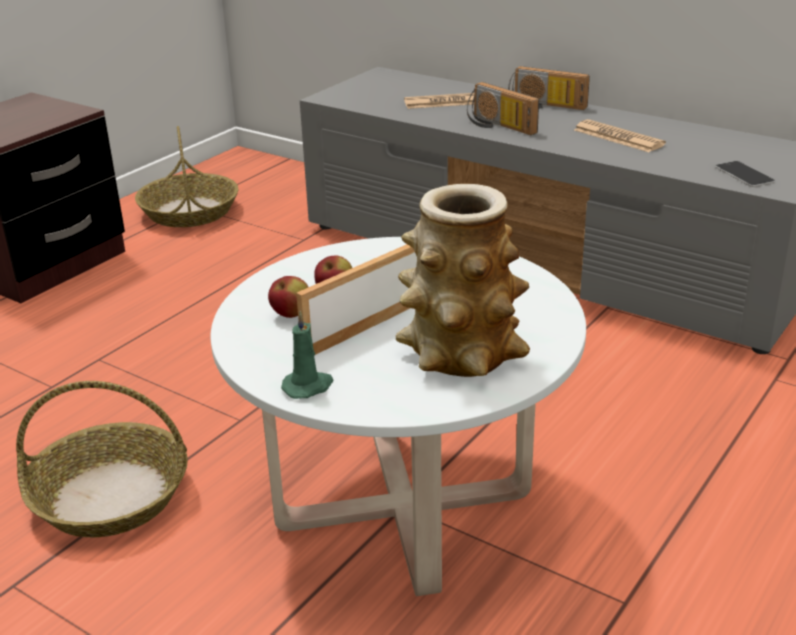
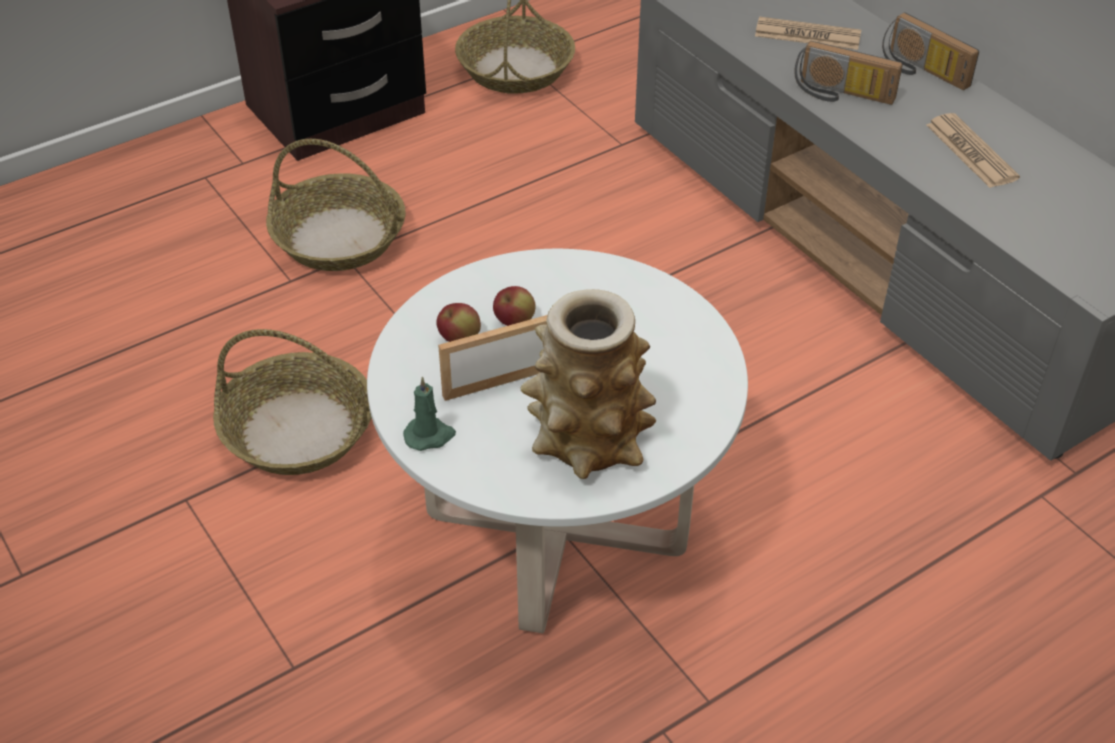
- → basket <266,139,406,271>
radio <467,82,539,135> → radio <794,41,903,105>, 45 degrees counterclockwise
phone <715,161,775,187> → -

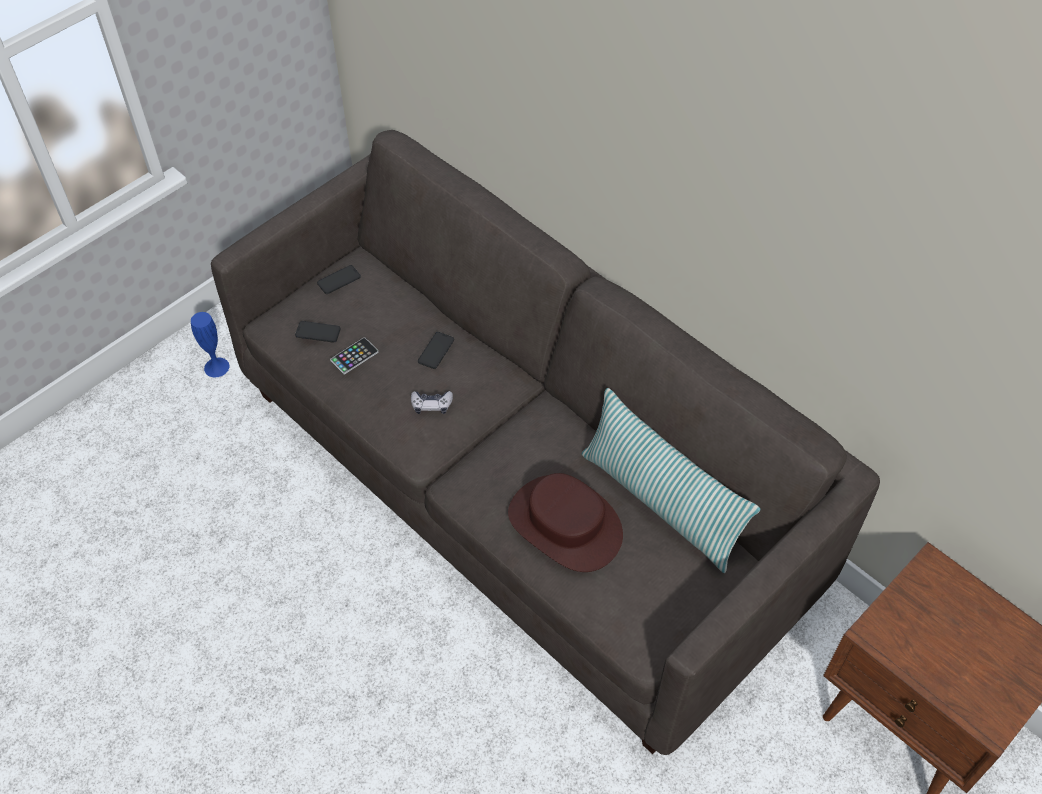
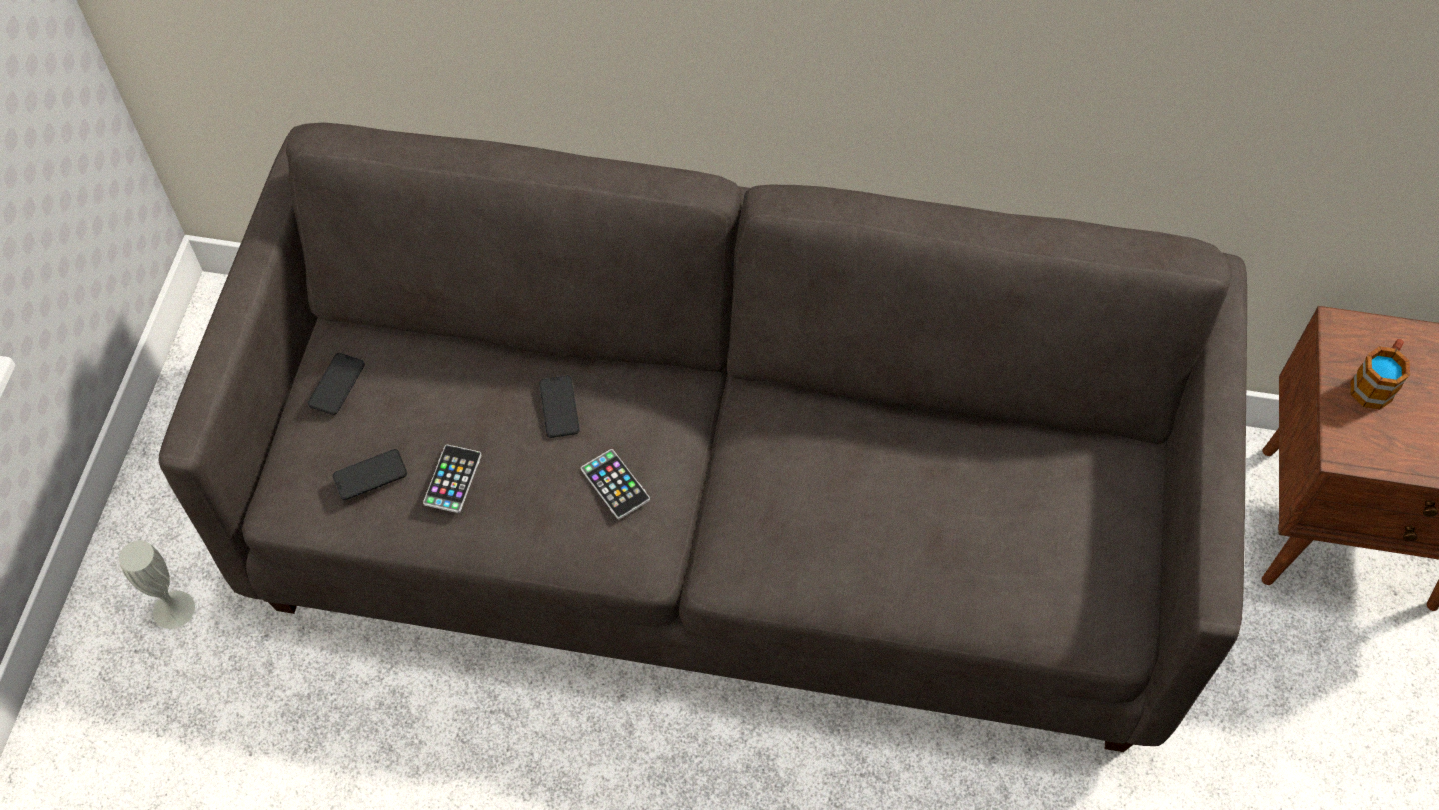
vase/blue <191,312,230,377> → vase/white <119,540,195,629>
game controller <411,391,453,414> → phone <581,449,650,519>
- → mug <1351,339,1410,409>
hat/brown <508,473,623,572> → -
pillow <582,388,761,573> → -

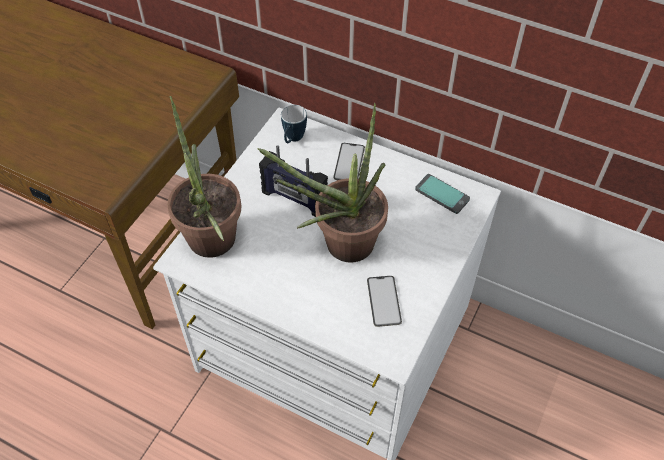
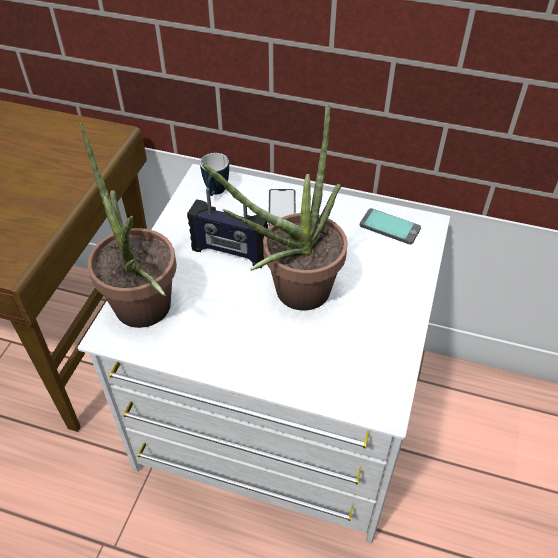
phone <367,276,402,327> → -

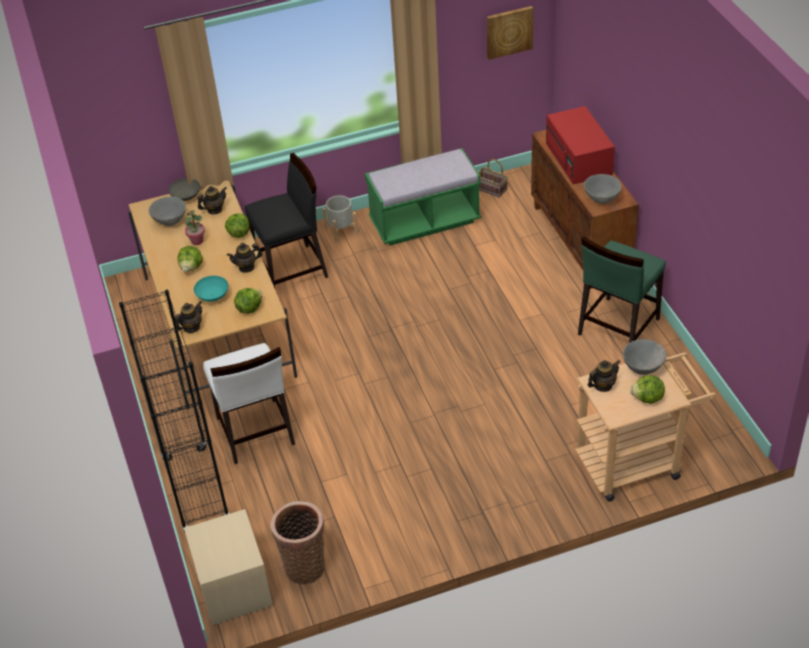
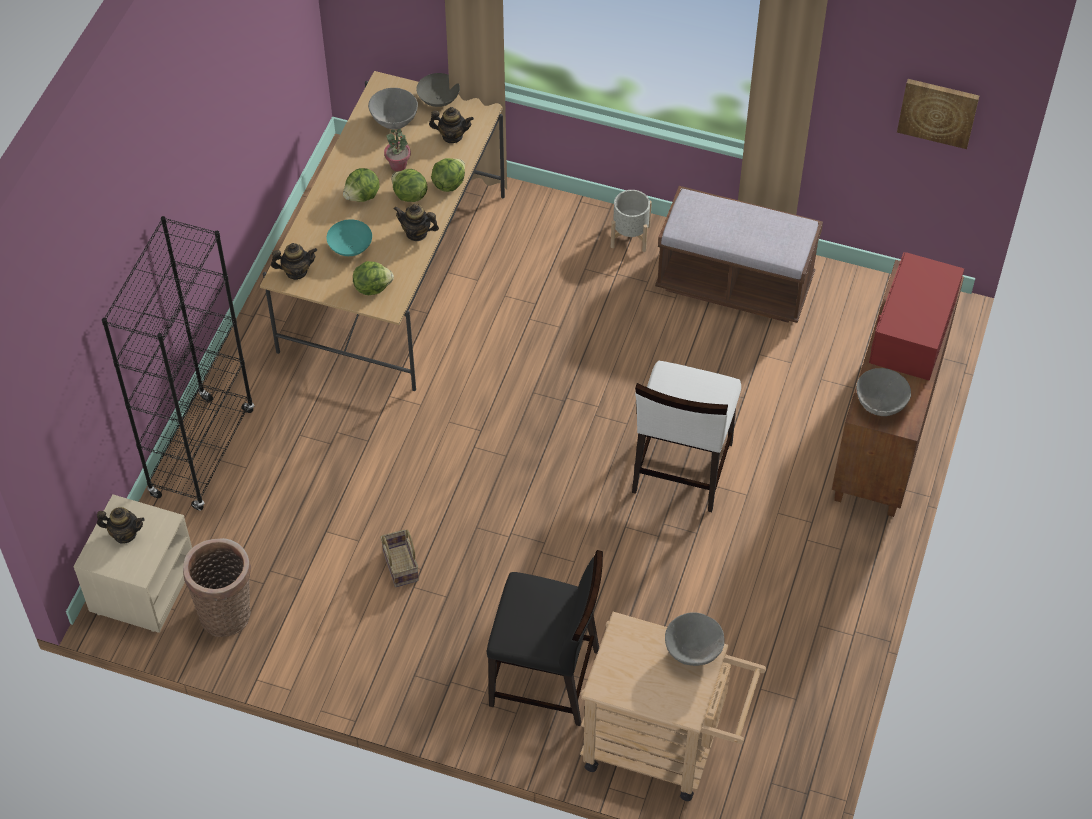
teapot <587,360,621,392> → teapot <97,507,145,544>, moved
basket <478,159,508,198> → basket <380,530,419,587>, moved
lettuce <630,375,665,404> → lettuce <392,169,428,202>, moved
chair/black <245,153,328,288> → chair/black <487,550,603,726>, moved
chair/white <203,343,295,464> → chair/white <632,361,741,512>, moved
bench/green <365,148,481,246> → bench/brown <655,186,823,323>
chair/green <578,236,666,343> → -

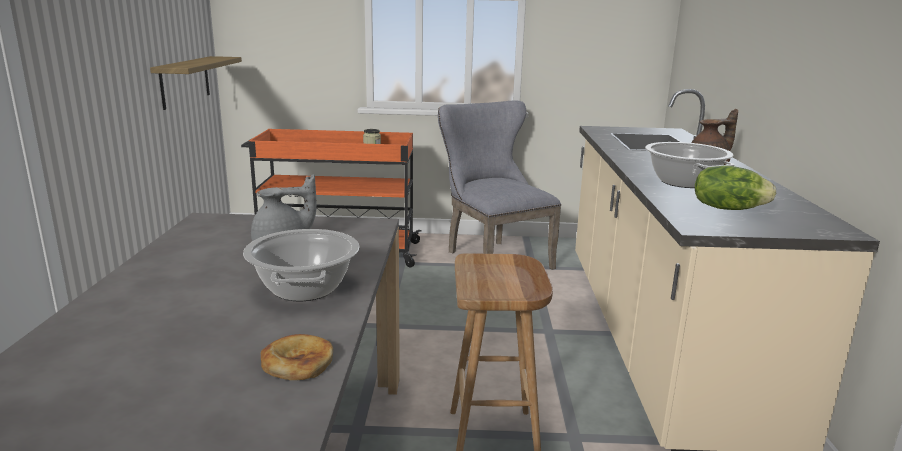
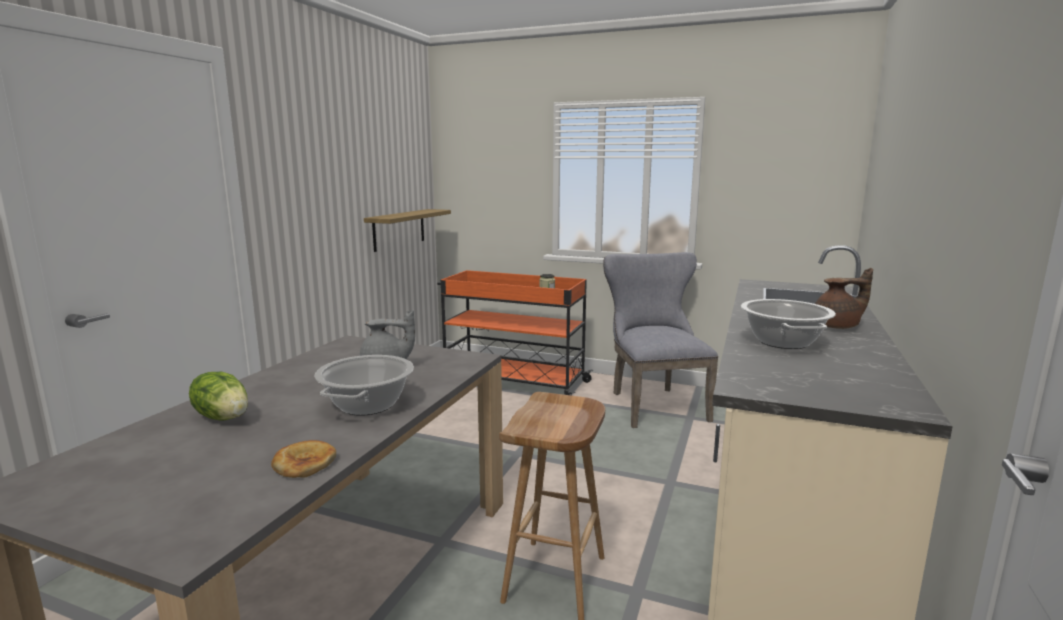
lettuce <695,166,776,210> → lettuce <189,372,248,420>, moved

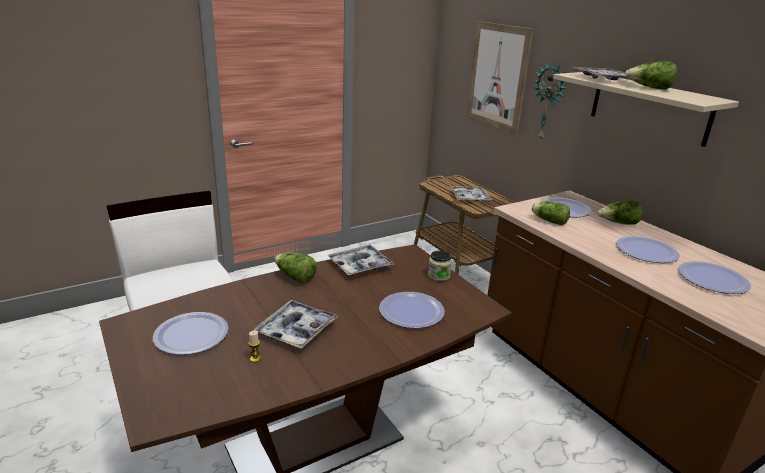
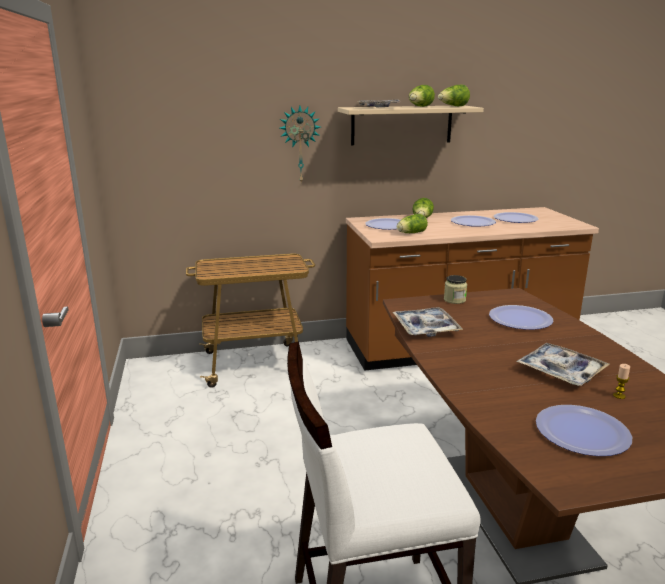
lettuce <274,252,317,283> → lettuce <438,85,470,106>, moved
tray <450,186,492,201> → -
picture <467,21,533,135> → -

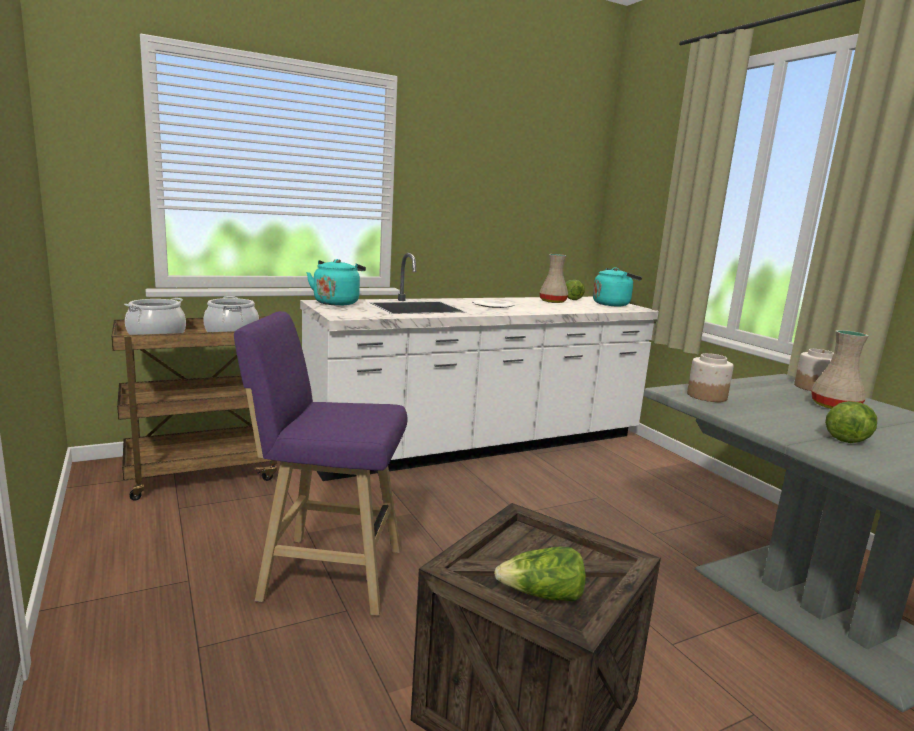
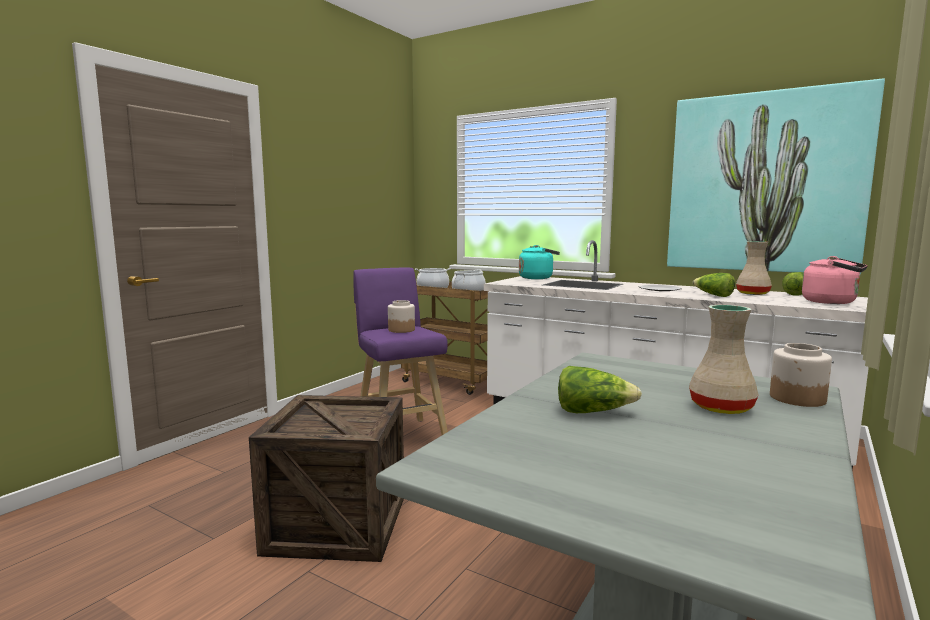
jar <687,353,734,402> → jar <388,300,415,333>, moved
- → picture <667,79,885,275>
lettuce <494,546,586,602> → lettuce <693,273,735,297>, moved
kettle/turquoise <593,267,642,306> → kettle/pink <802,256,867,304>

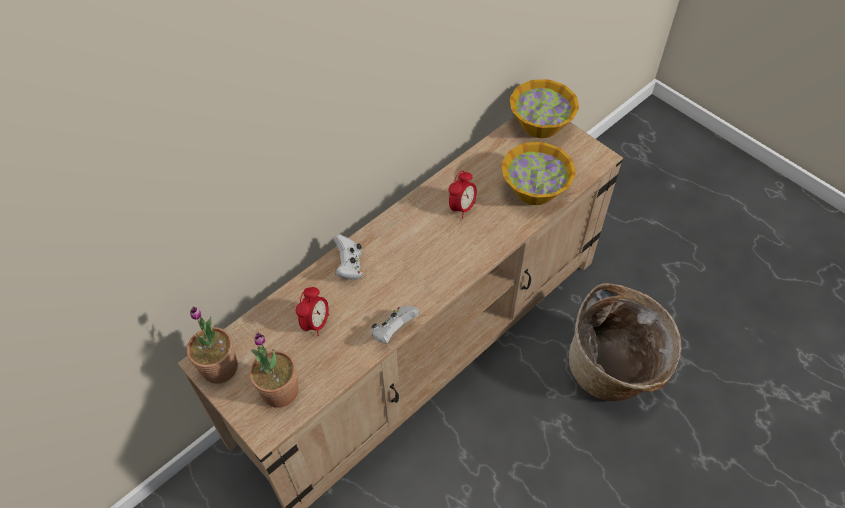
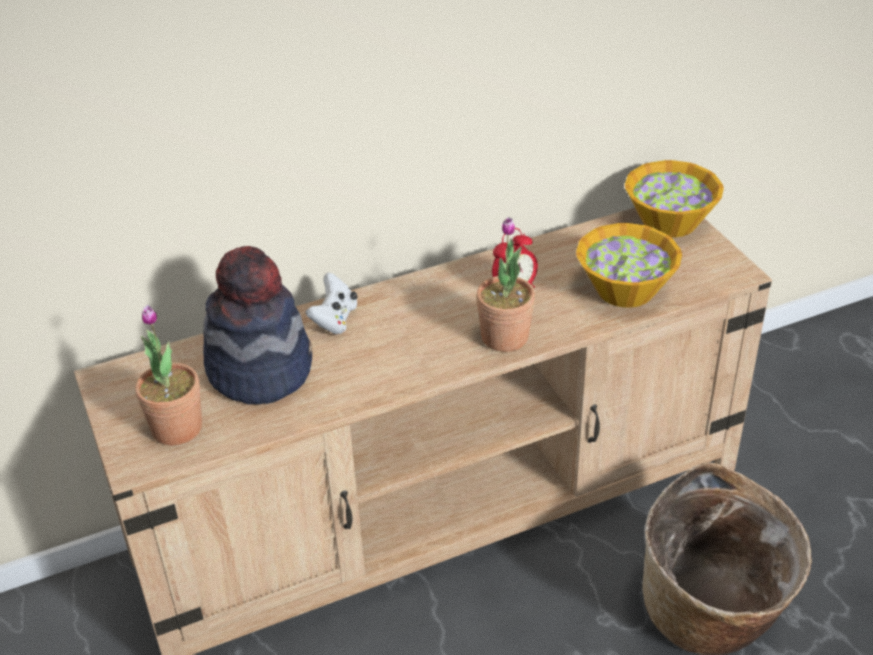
alarm clock <296,287,329,336> → hat <203,246,312,405>
potted plant <187,307,238,384> → potted plant <476,217,535,352>, moved
game controller/white <371,306,420,344> → -

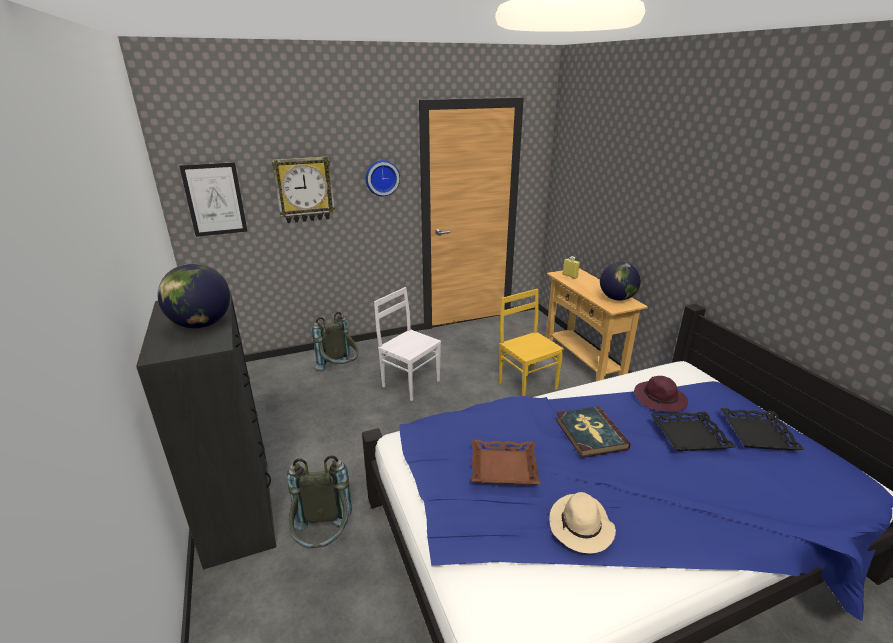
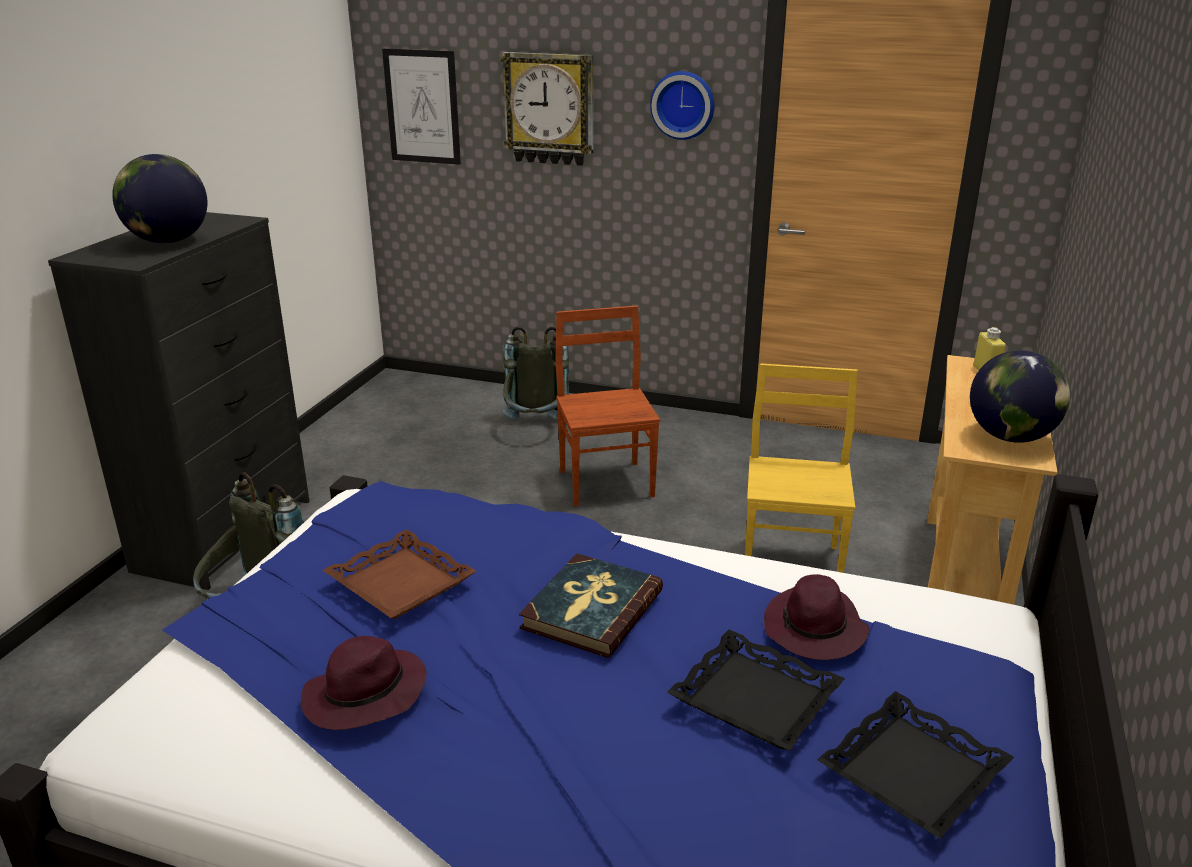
hat/beige <549,492,616,554> → hat/purple <301,636,426,730>
chair/white <374,287,441,401> → chair/brown <555,306,660,506>

